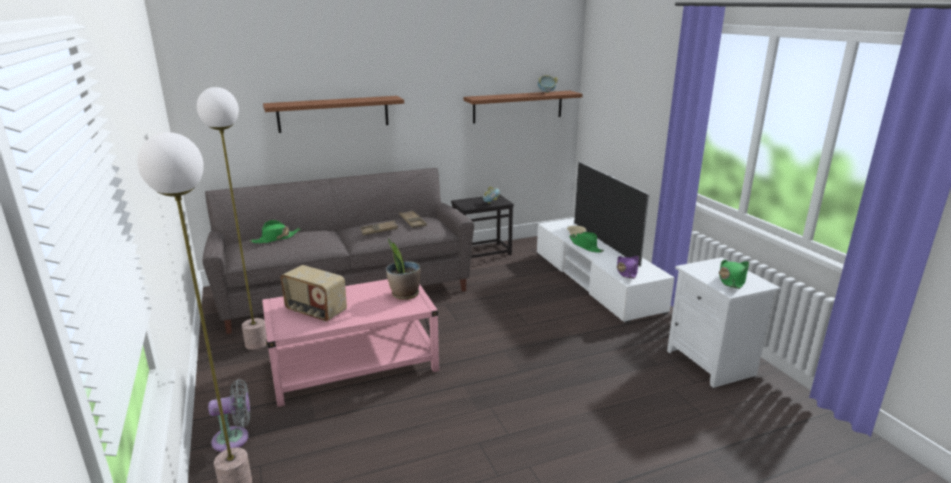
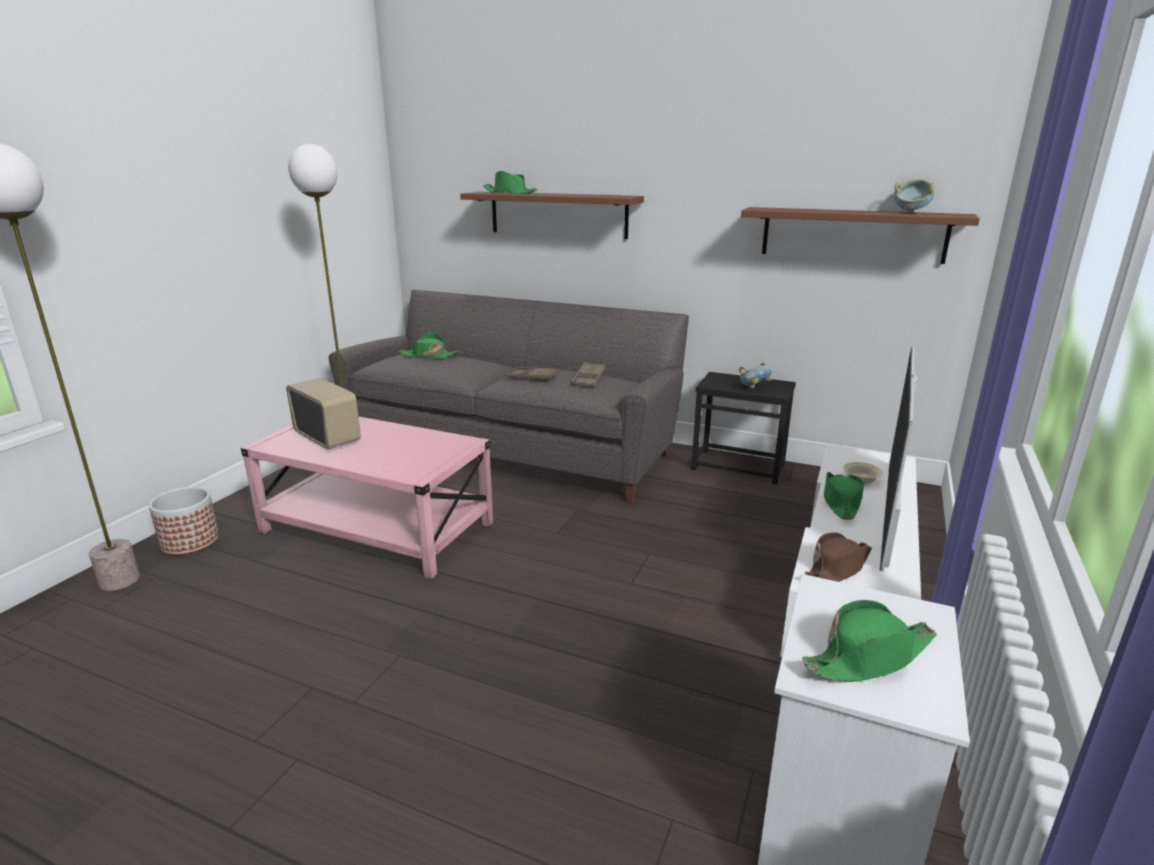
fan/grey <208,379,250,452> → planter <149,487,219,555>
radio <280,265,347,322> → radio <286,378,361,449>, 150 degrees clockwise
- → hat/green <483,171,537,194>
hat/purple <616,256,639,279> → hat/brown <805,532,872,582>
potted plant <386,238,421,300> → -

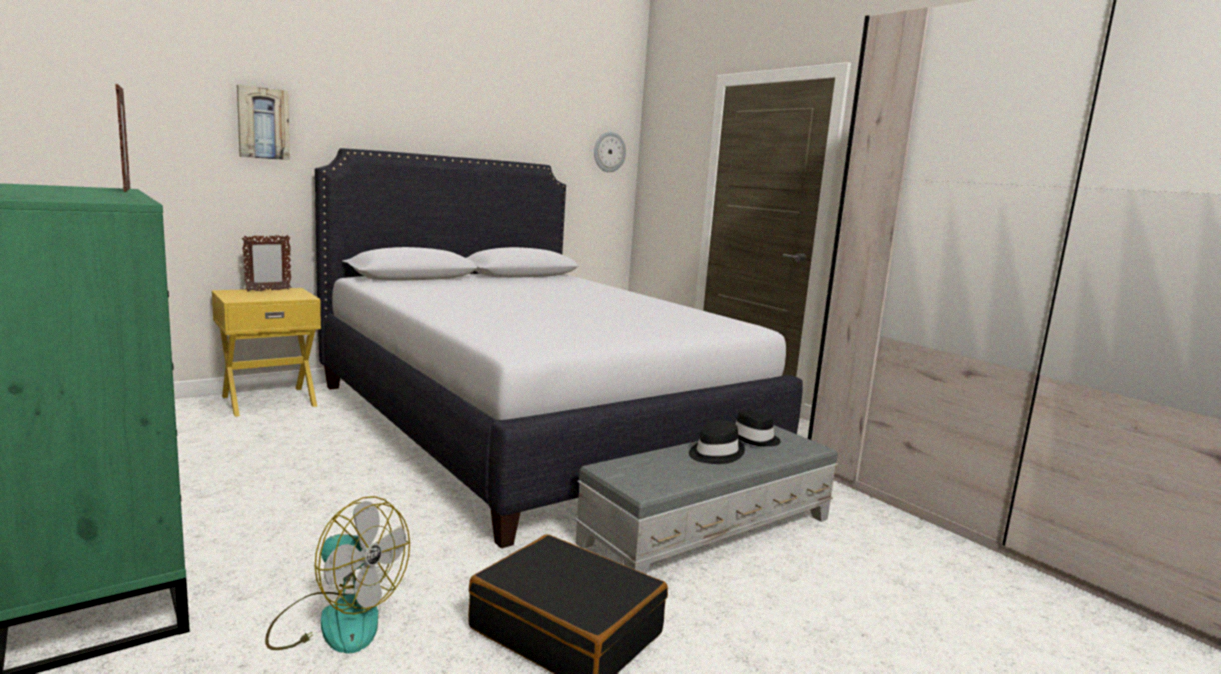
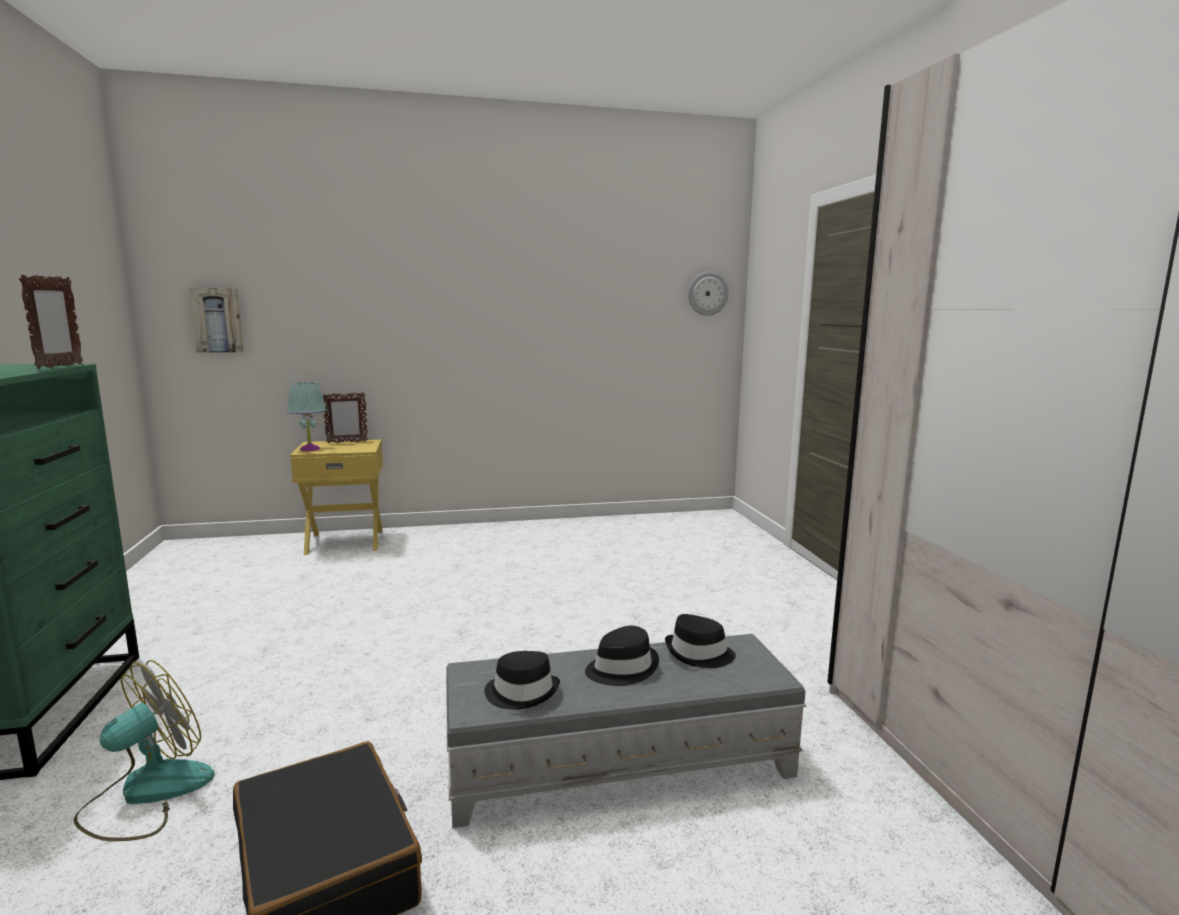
fan <265,496,410,654> → fan <74,660,214,841>, 105 degrees counterclockwise
picture <237,85,290,160> → picture <189,288,244,353>, moved
- → table lamp/turquoise <287,382,326,451>
- → hat/black <484,651,560,709>
bed/white <315,148,803,548> → -

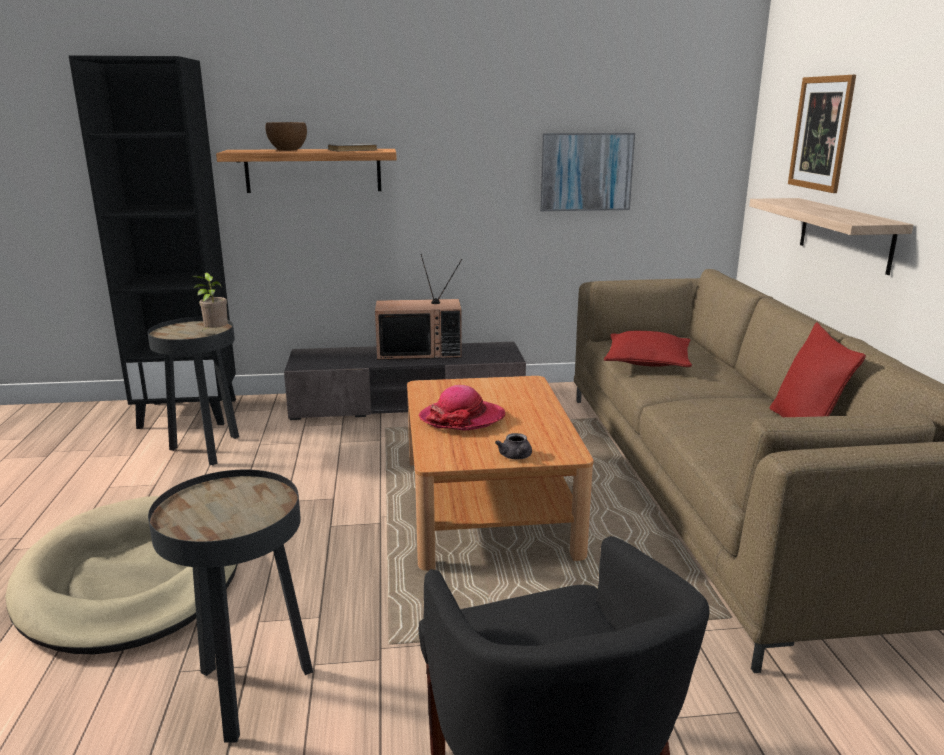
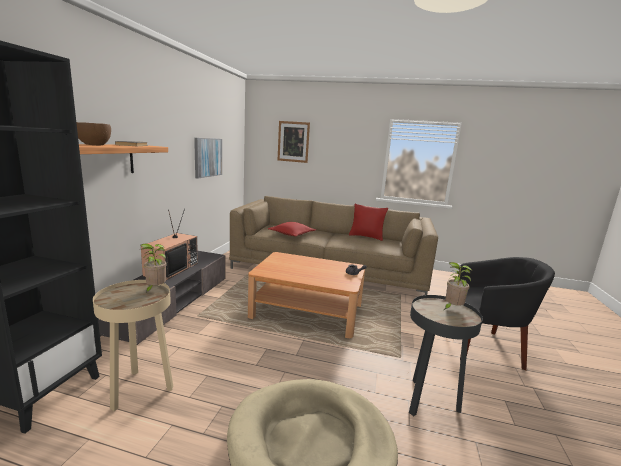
side table/black <147,317,239,465> → side table/beige <93,280,173,411>
- → potted plant <444,262,472,310>
hat <419,385,505,431> → -
shelf <749,198,913,275> → -

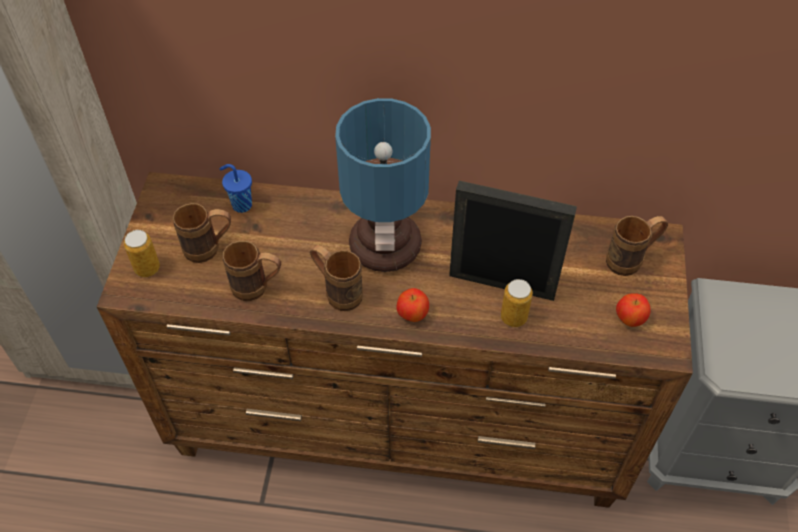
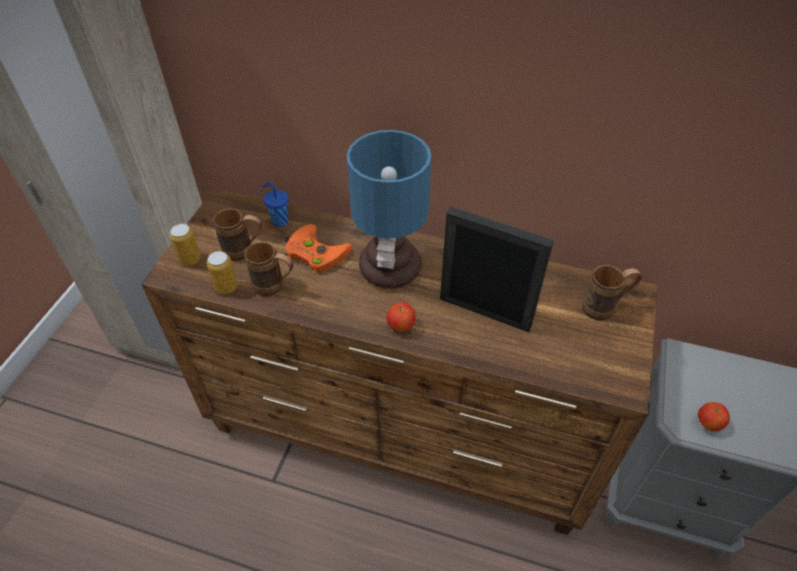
can <501,279,533,327> → can <207,251,237,294>, moved
- → game controller/orange <285,224,352,274>
apple <616,293,651,327> → apple <698,402,730,431>, moved
mug/brown <310,245,363,311> → -

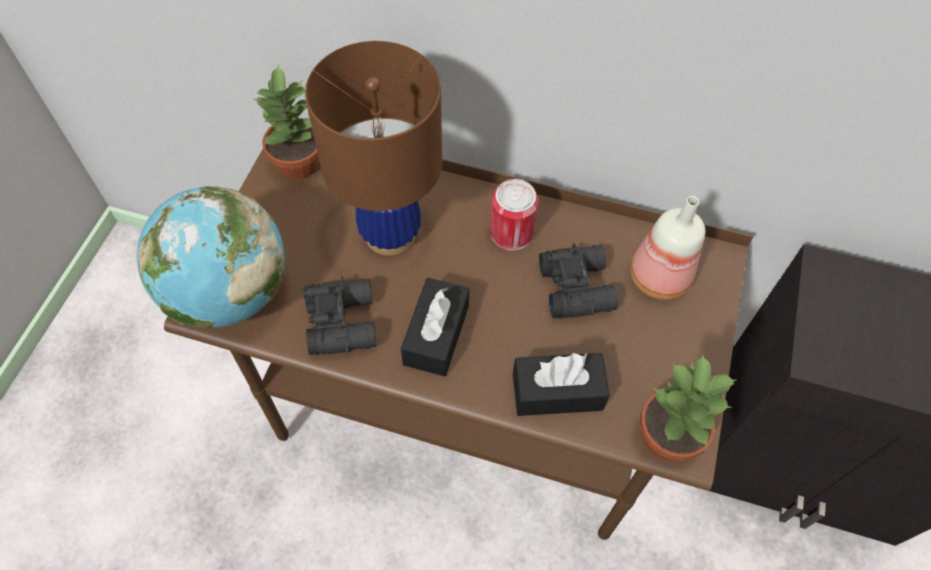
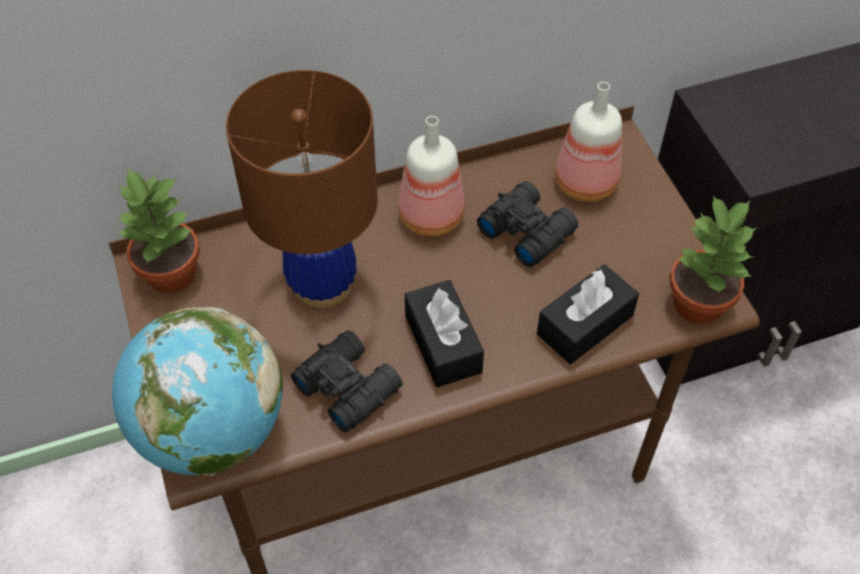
can <490,179,539,251> → bottle <398,116,465,237>

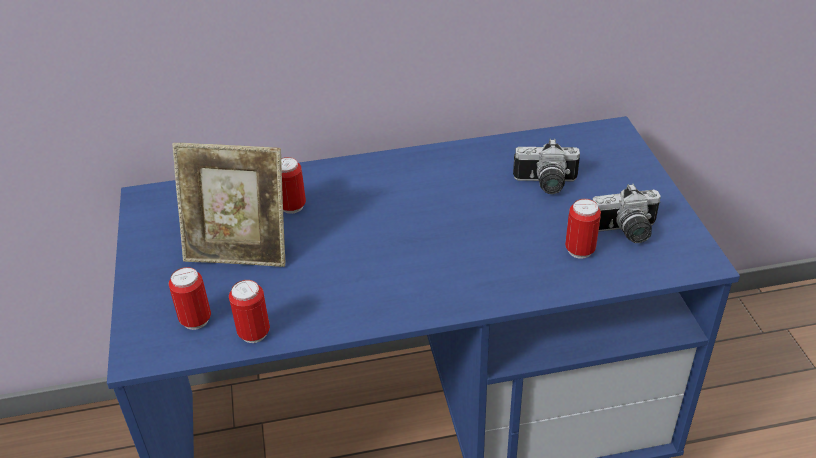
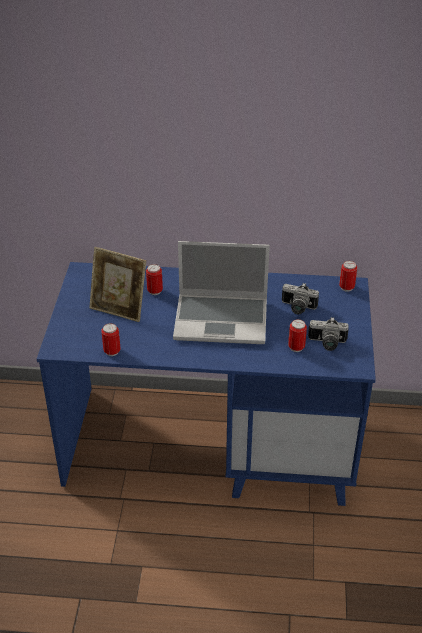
- → laptop <173,241,270,344>
can <169,267,211,330> → can <339,261,357,292>, moved

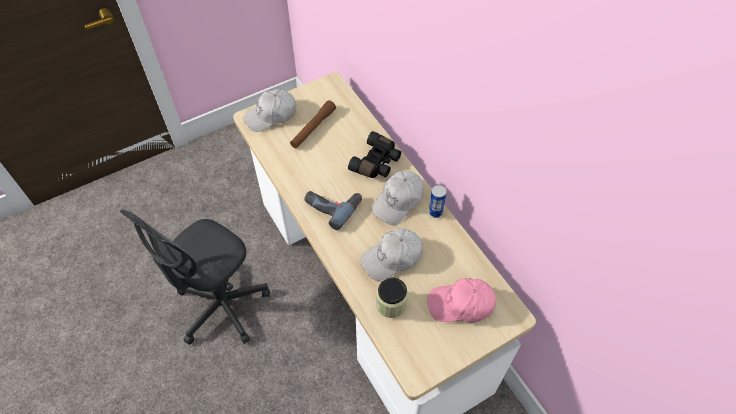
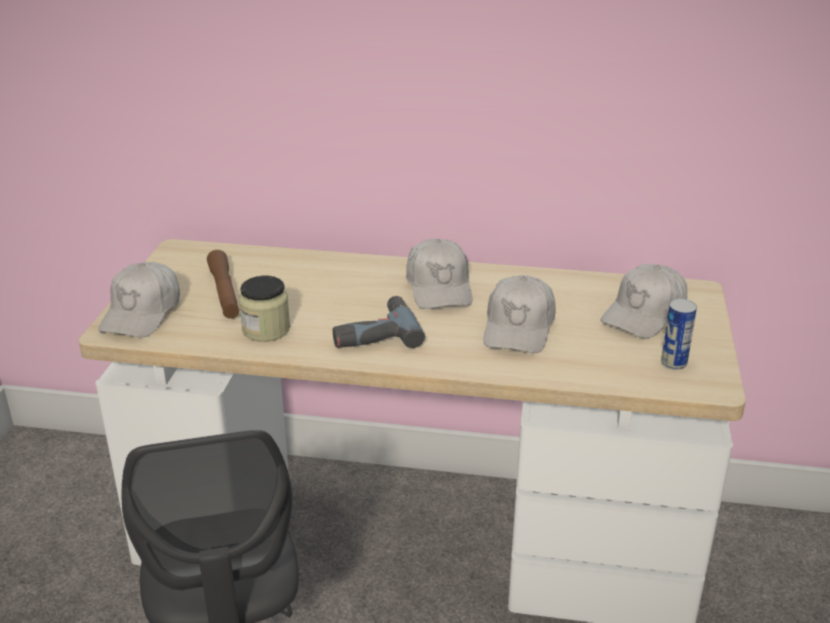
jar <376,278,408,318> → jar <239,276,290,342>, moved
cap/pink <428,278,496,323> → cap/white <601,264,687,339>
can <429,185,447,218> → can <661,299,697,370>, moved
binoculars/black <348,131,401,178> → -

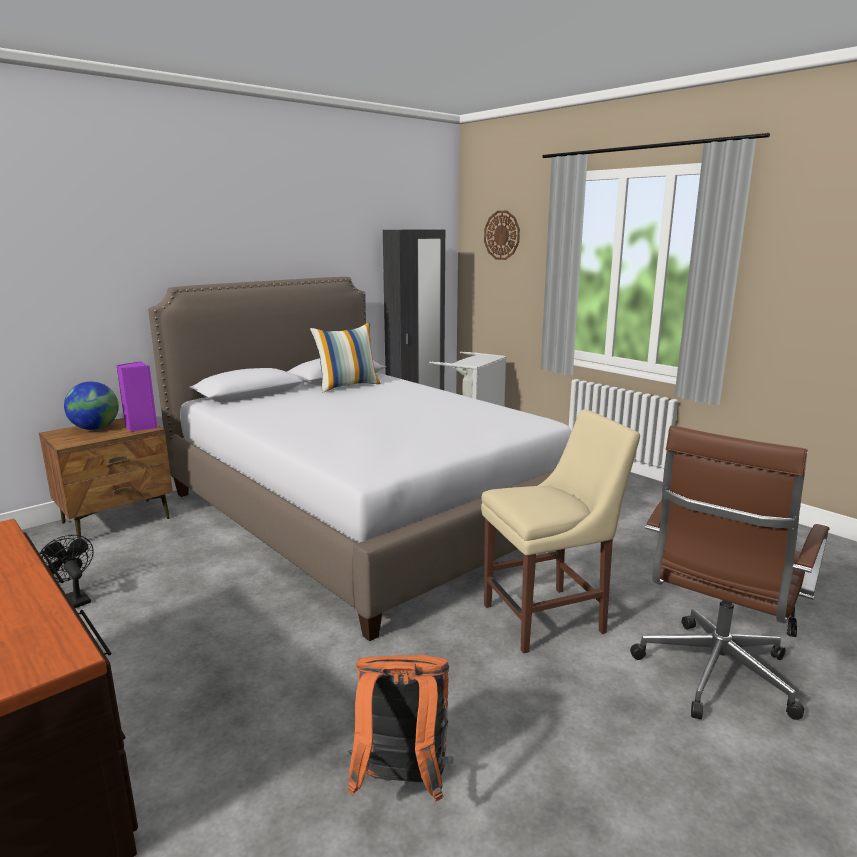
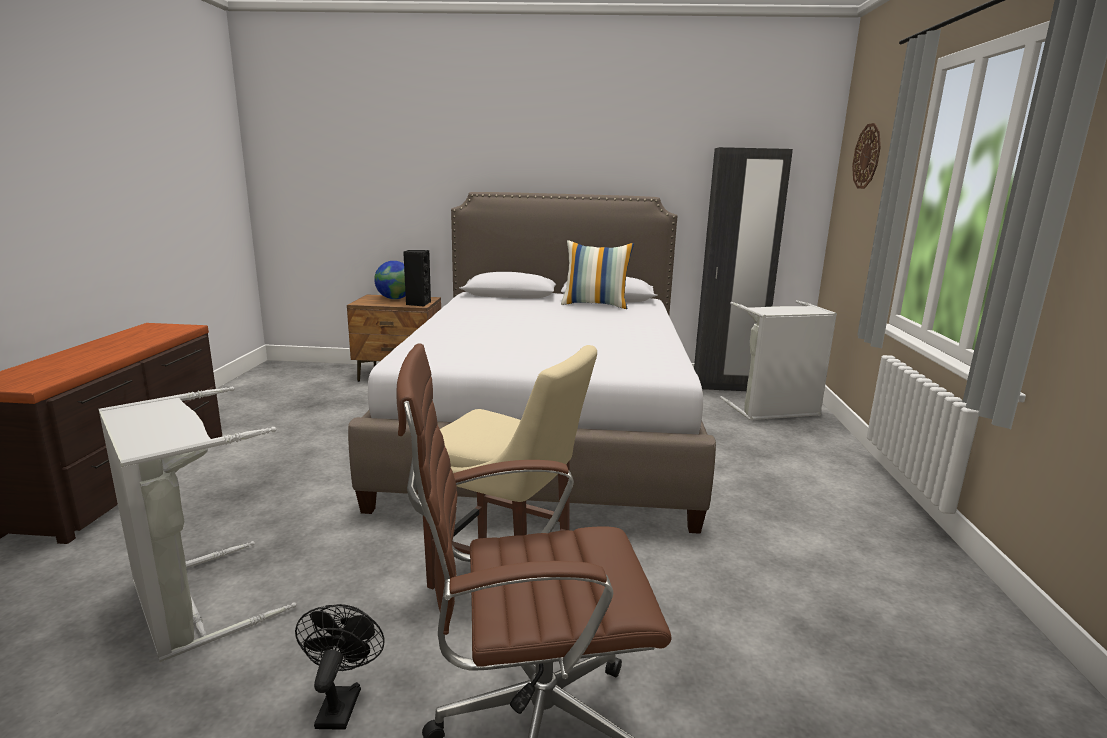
backpack/orange <347,655,453,802> → laundry basket/grey <99,386,296,662>
fan/black <40,535,94,608> → fan/black <295,604,385,730>, moved
speaker/purple <117,361,158,432> → speaker/black <403,250,431,307>

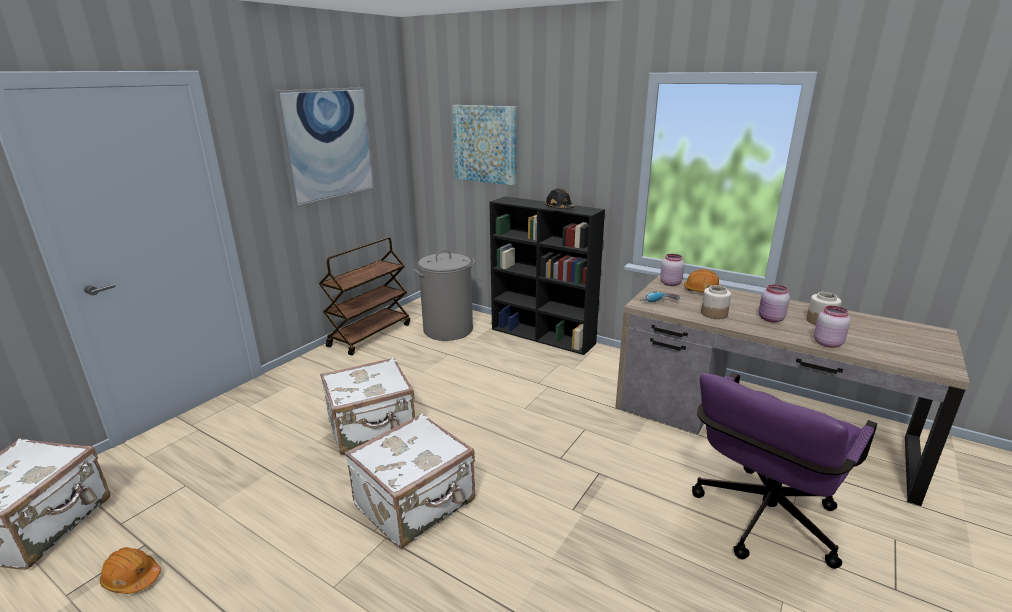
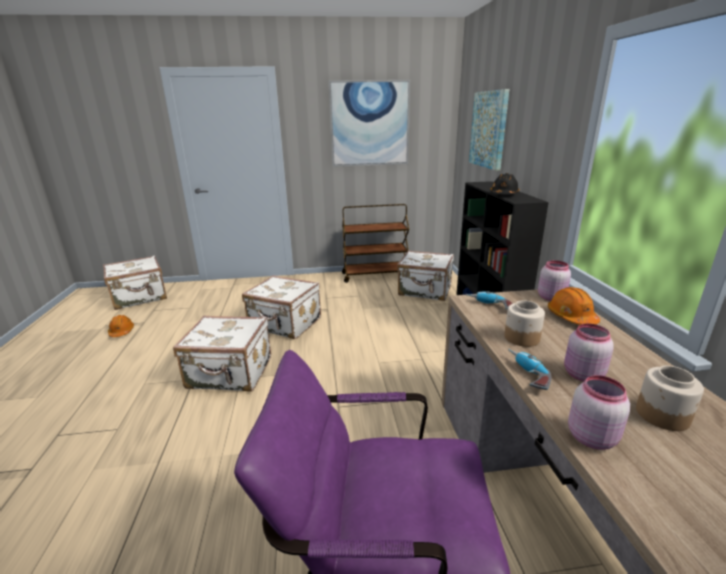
laundry basket/grey <413,249,475,341> → suitcase/white <397,250,454,301>
- → power drill <508,349,551,390>

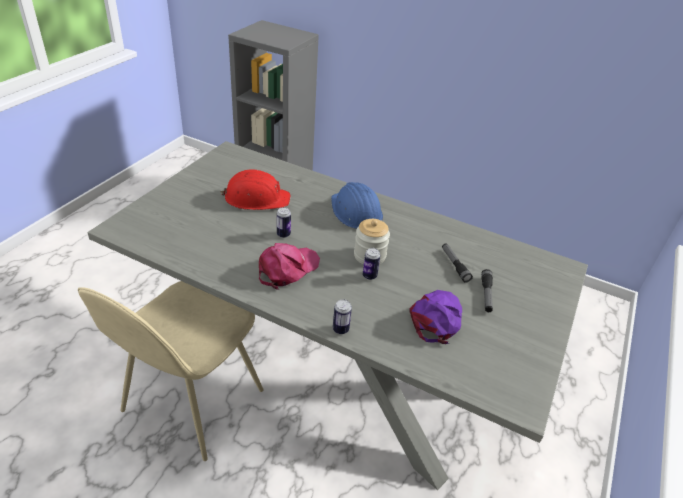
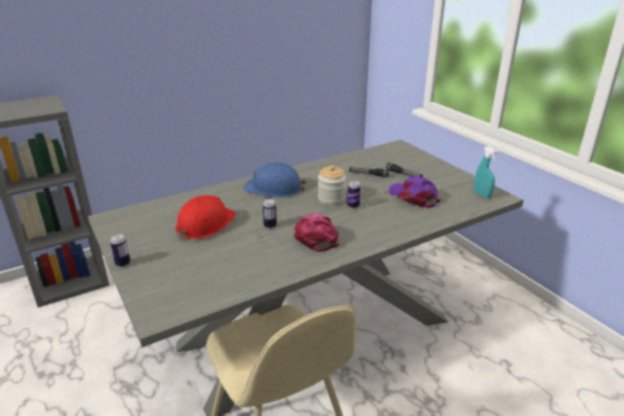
can <333,299,352,334> → can <110,234,131,267>, moved
- → spray bottle/turquoise <474,146,498,198>

